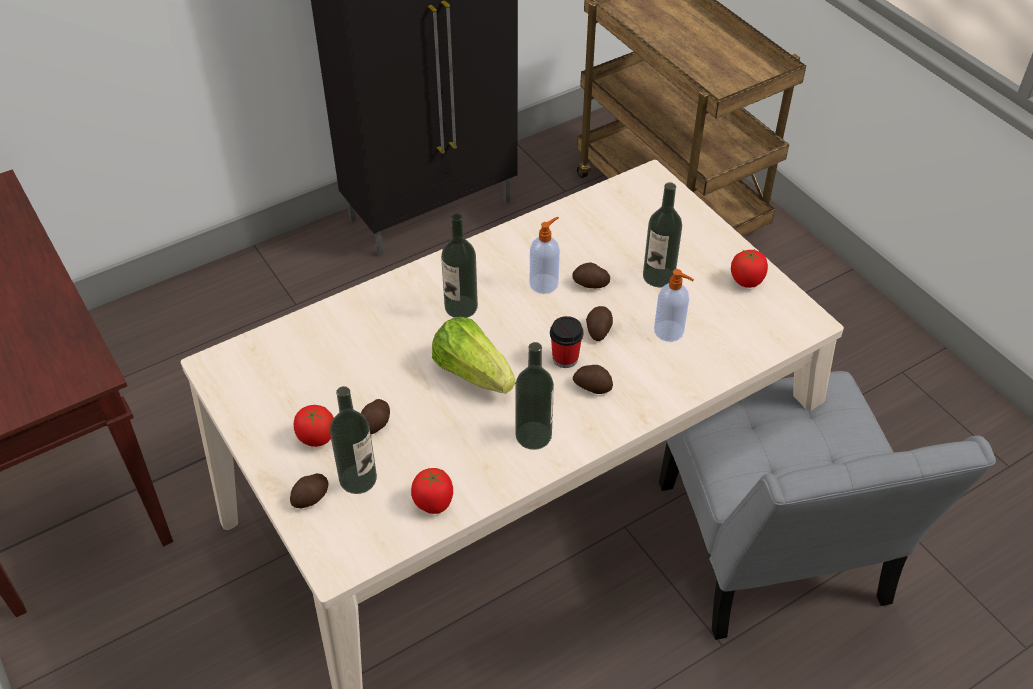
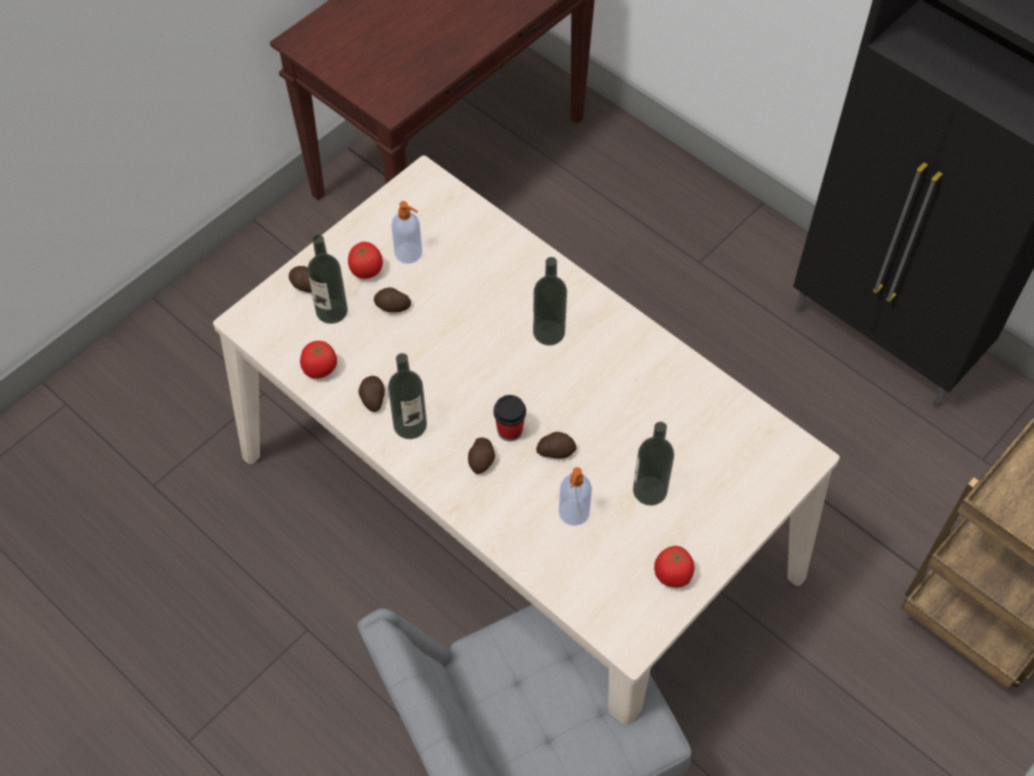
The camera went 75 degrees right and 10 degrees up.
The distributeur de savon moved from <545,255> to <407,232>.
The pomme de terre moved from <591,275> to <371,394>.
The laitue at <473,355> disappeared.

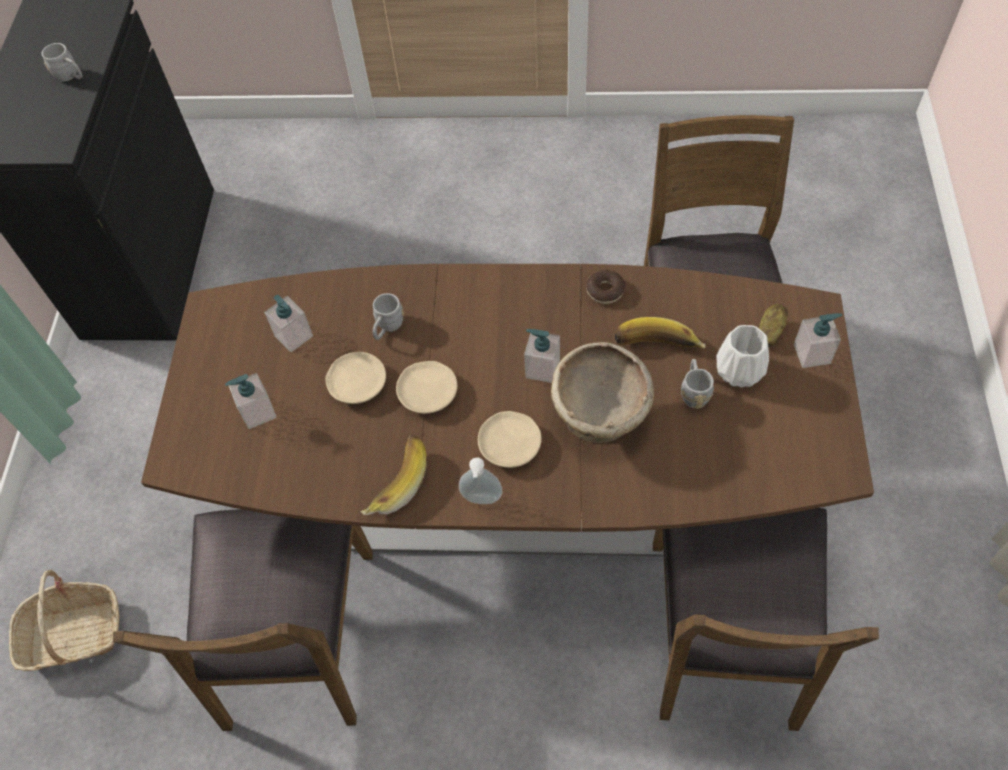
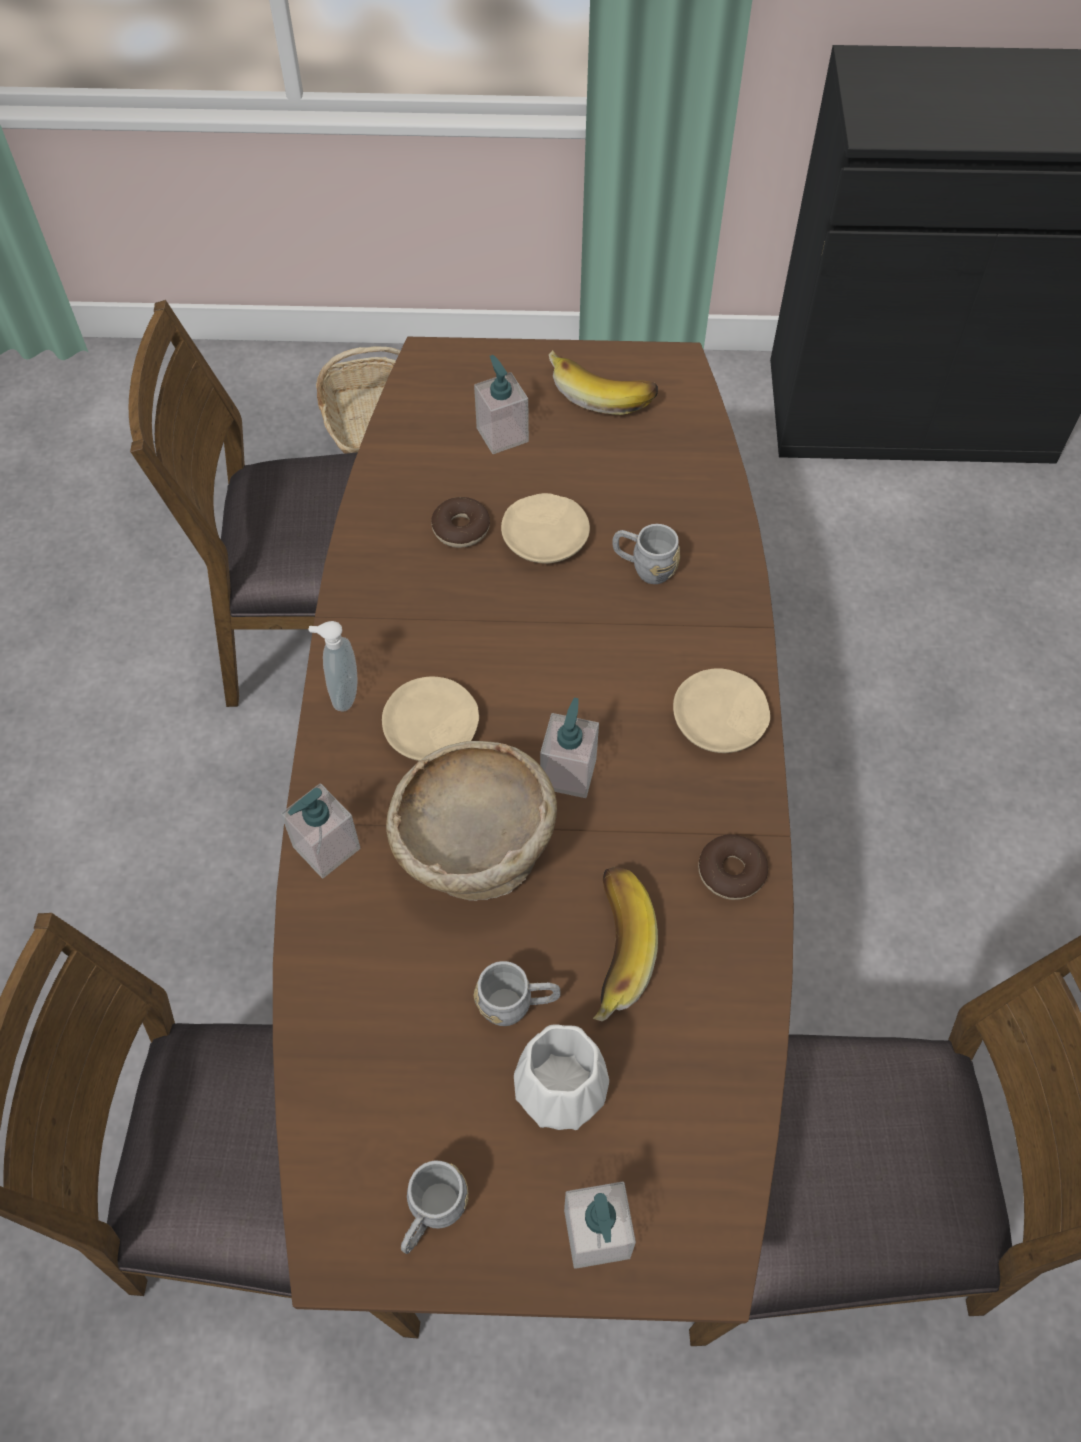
The camera went 85 degrees right and 0 degrees up.
The mug [gris] moved from <62,62> to <434,1207>.
The distributeur de savon moved from <288,323> to <320,830>.
The pomme de terre at <773,325> disappeared.
The assiette [beige] moved from <427,387> to <721,710>.
The banane moved from <393,475> to <603,382>.
The beignet at <461,522> appeared.

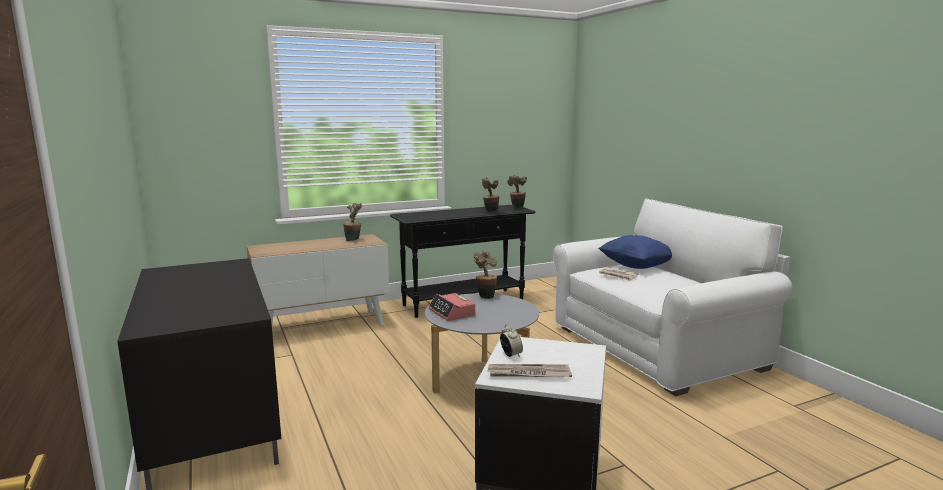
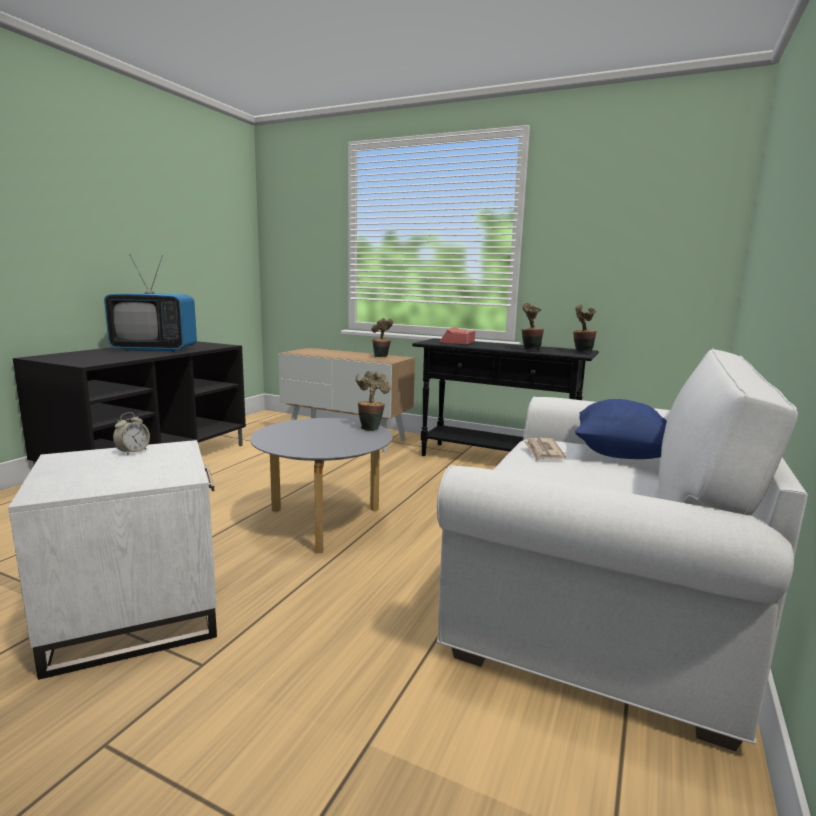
The camera went 50 degrees right and 0 degrees up.
The réveil moved from <452,307> to <457,336>.
The journal at <530,370> disappeared.
The téléviseur at <150,303> appeared.

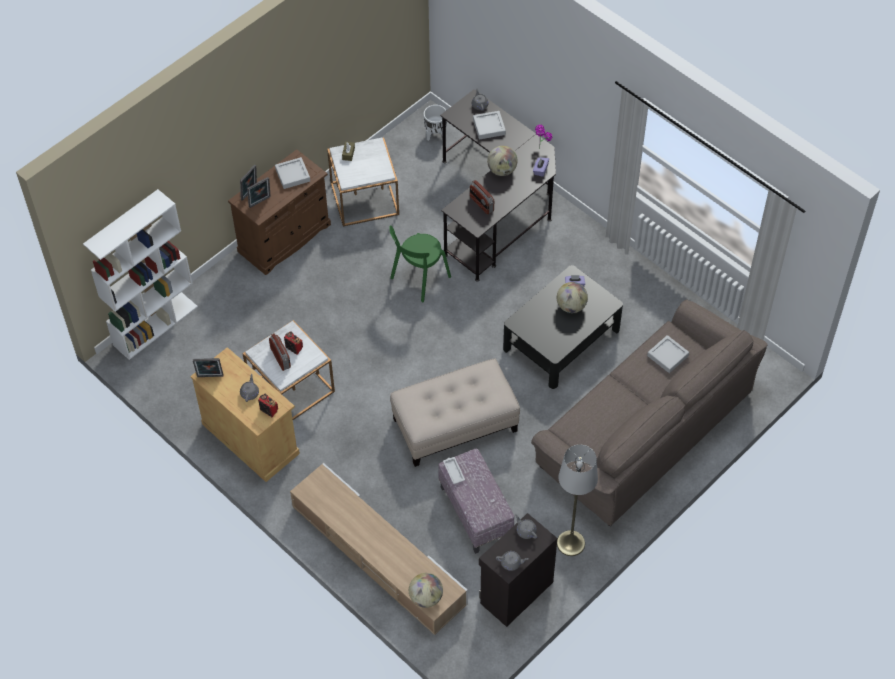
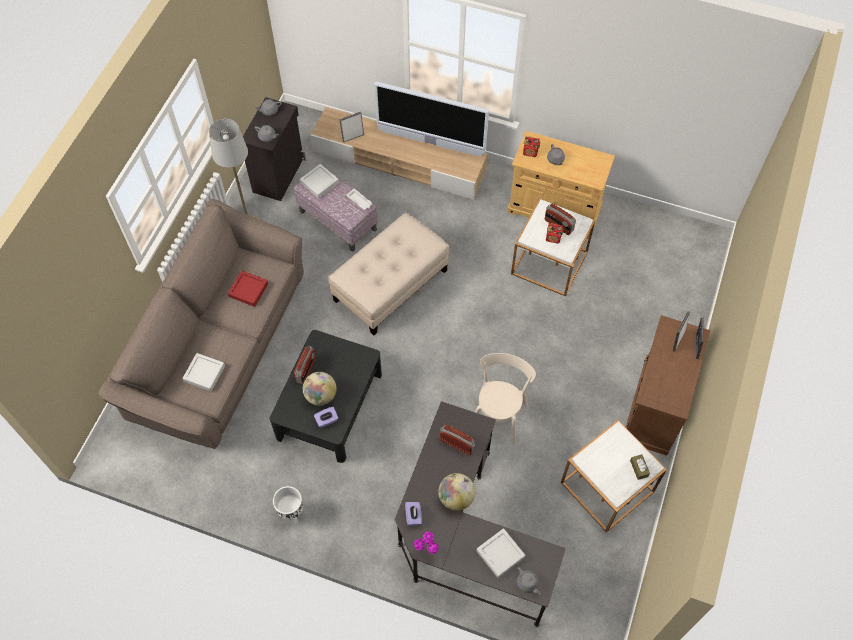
The camera went 155 degrees right and 5 degrees up.
The cache-pot [blanc] moved from <435,123> to <288,505>.
The plateau [gris] moved from <292,173> to <319,181>.
The bibliothèque [blanc] at <140,274> disappeared.
The chaise [vert] at <420,263> became the chaise [beige] at <505,399>.
The cadre photo moved from <208,367> to <351,127>.
The globe at <426,590> disappeared.
The téléviseur at <431,118> appeared.
The plateau [rouge] at <248,289> appeared.
The radio at <305,365> appeared.

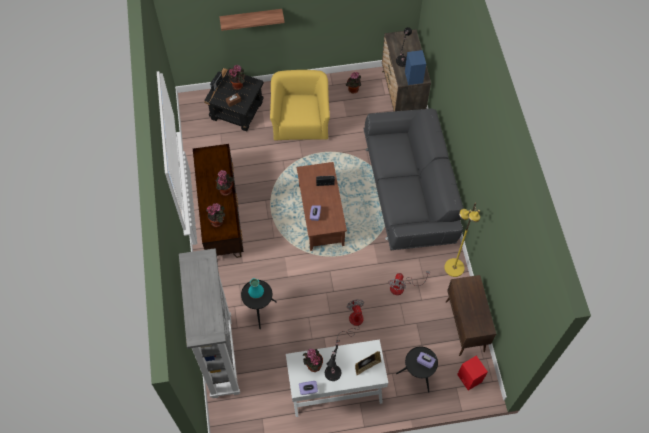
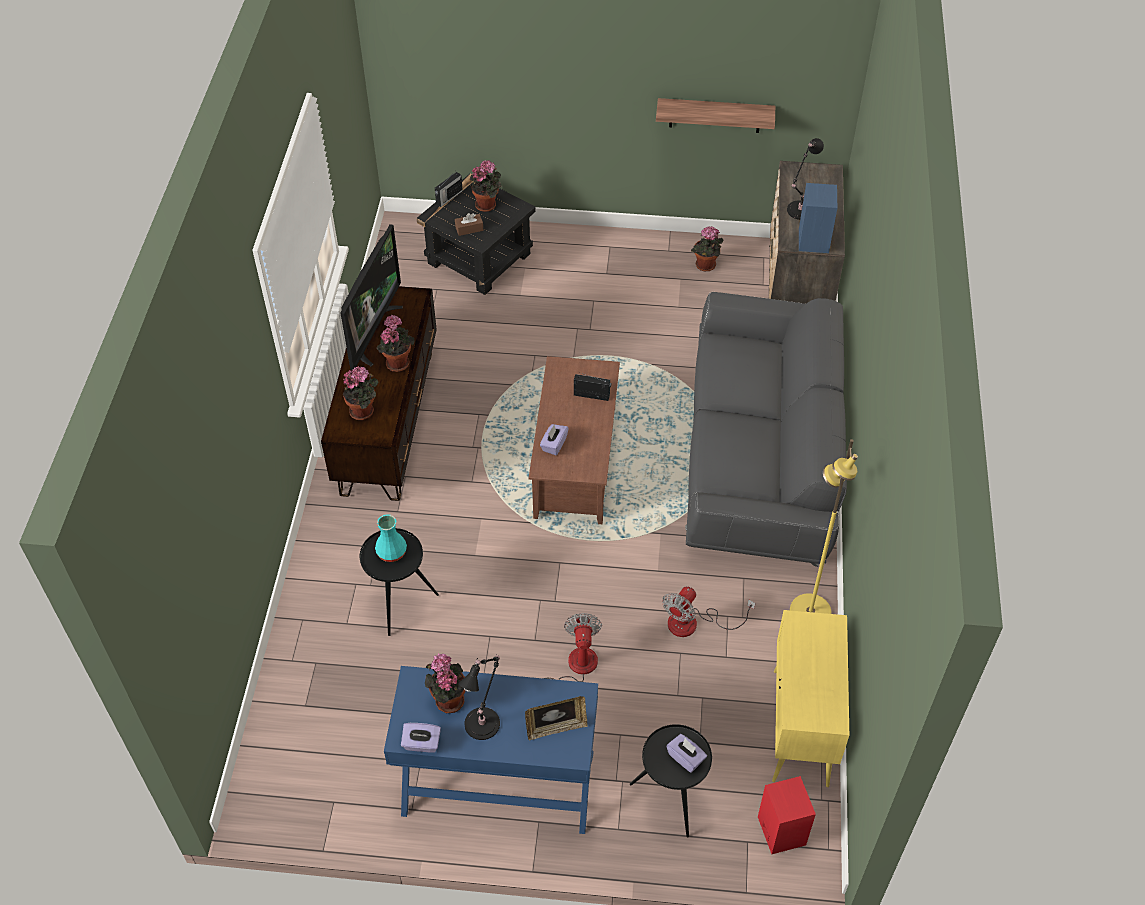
The camera went 15 degrees right and 10 degrees down.
The étagère moved from <252,20> to <715,115>.
The fauteuil [jaune] at <300,105> disappeared.
The bibliothèque [gris] at <209,323> disappeared.
The meuble de rangement [marron] at <471,315> became the meuble de rangement [jaune] at <810,698>.
The table console [blanc] at <337,378> became the table console [bleu] at <491,750>.
The téléviseur at <372,297> appeared.

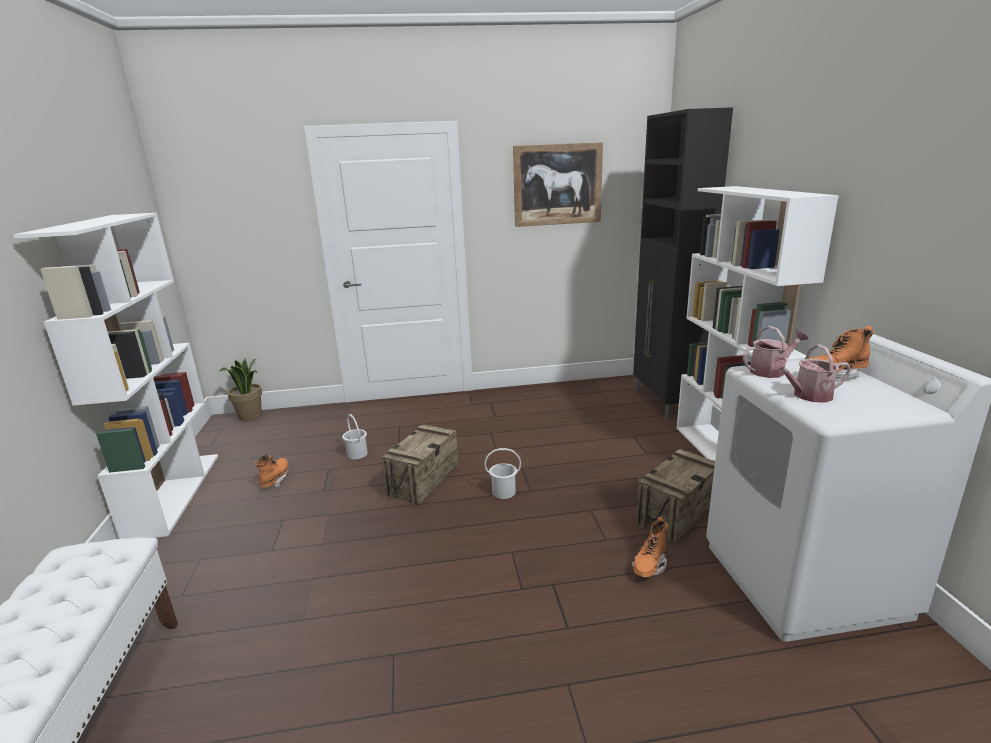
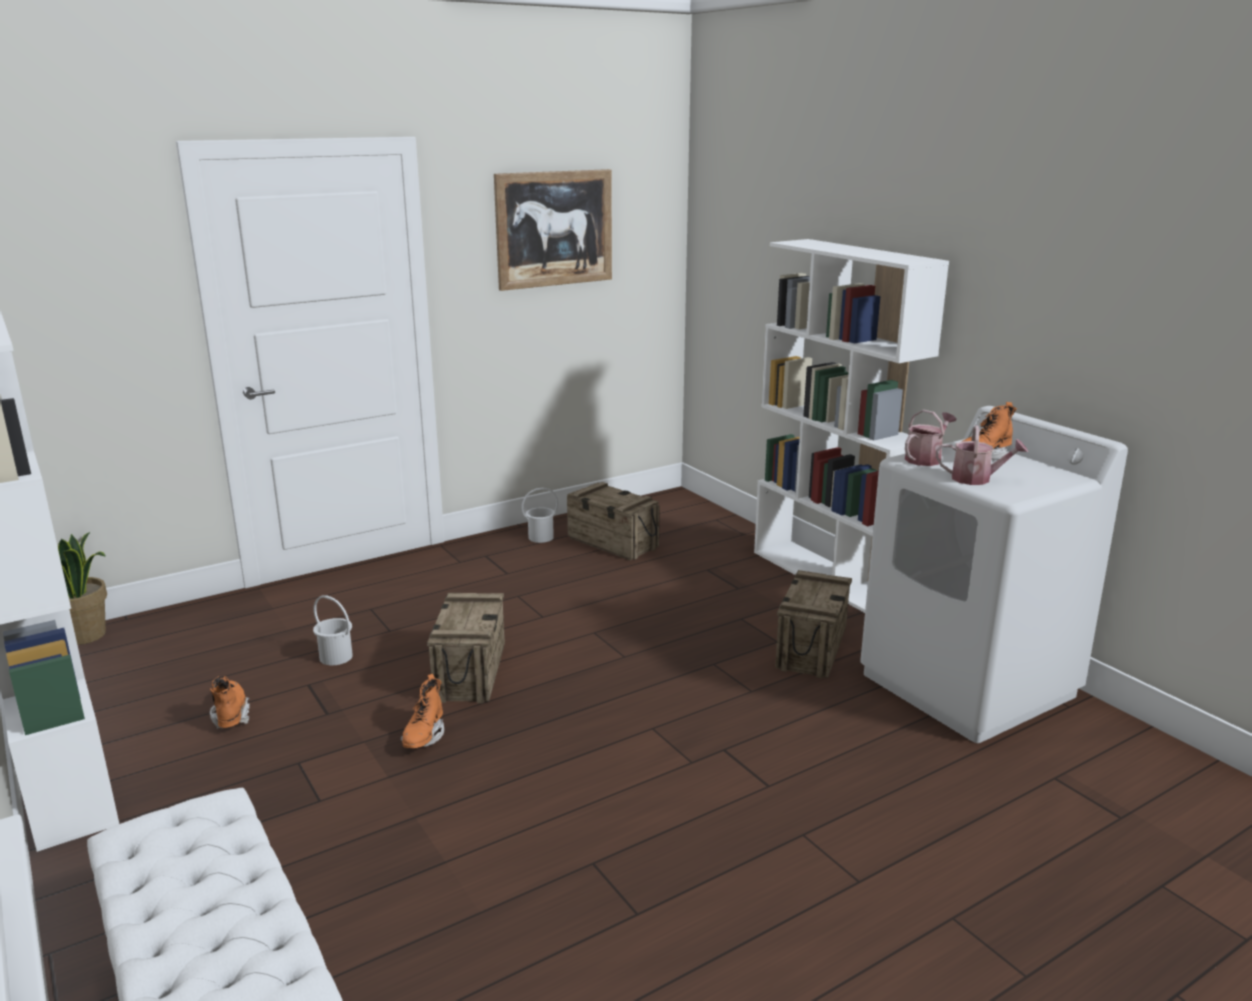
The camera went 25 degrees left and 0 degrees up.
The meuble de rangement [noir] at <683,264> disappeared.
The arrosoir at <811,373> turned 135 degrees counterclockwise.
The seau [blanc] moved from <502,473> to <539,515>.
The botte [orange] moved from <650,547> to <422,711>.
The caisse at <613,521> appeared.

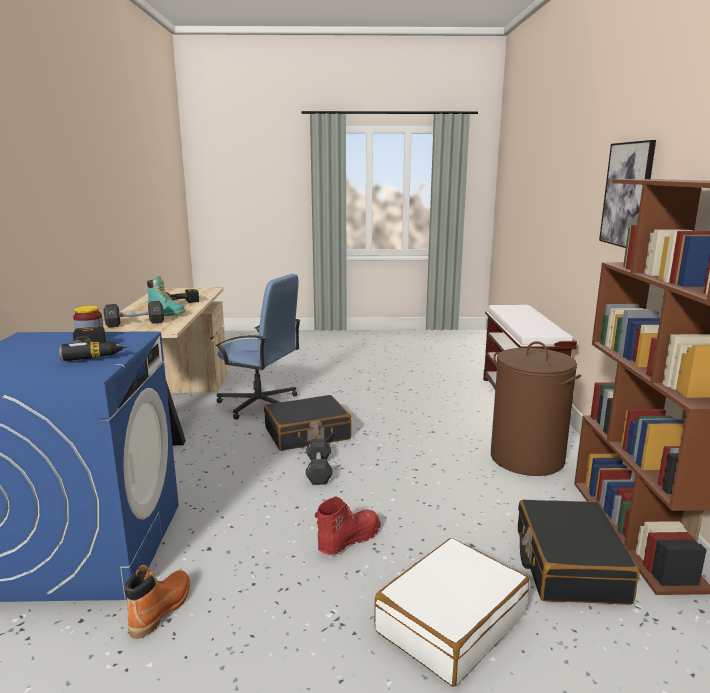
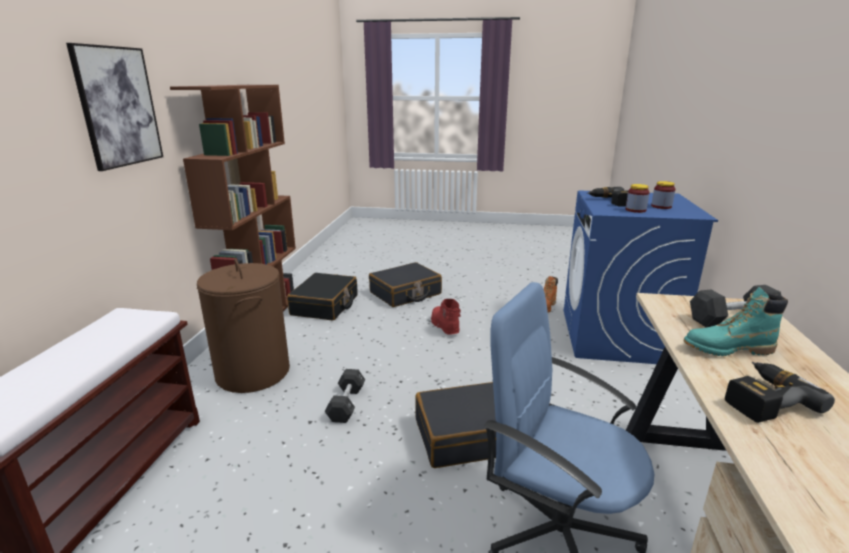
The camera went 170 degrees left and 5 degrees up.
The botte [turquoise] at <166,296> turned 45 degrees counterclockwise.
The haltère [noir] moved from <319,462> to <345,396>.
The botte [rouge] at <348,525> turned 105 degrees clockwise.
The valise [blanc] at <451,612> became the valise [noir] at <405,284>.
The bocal at <663,195> appeared.

